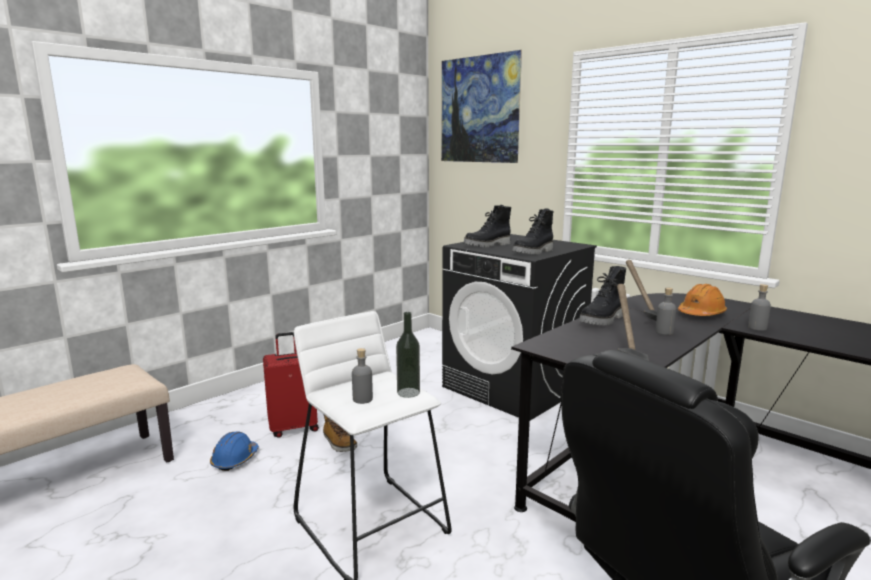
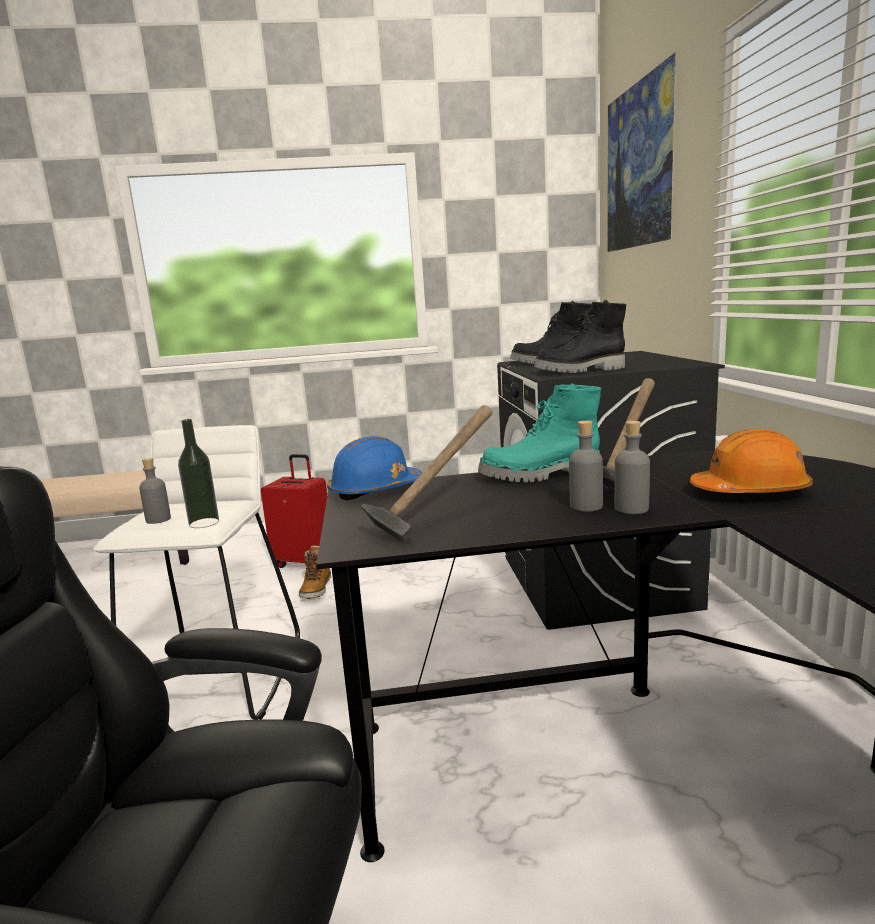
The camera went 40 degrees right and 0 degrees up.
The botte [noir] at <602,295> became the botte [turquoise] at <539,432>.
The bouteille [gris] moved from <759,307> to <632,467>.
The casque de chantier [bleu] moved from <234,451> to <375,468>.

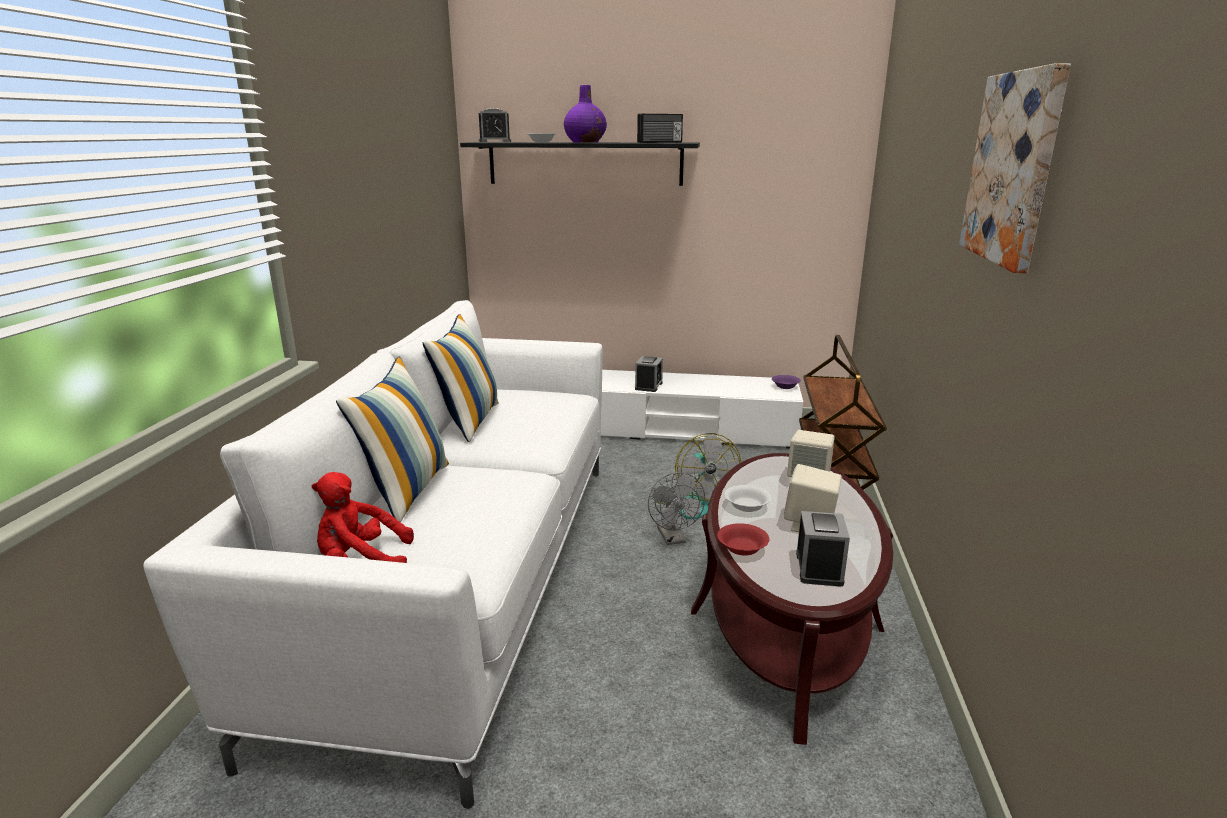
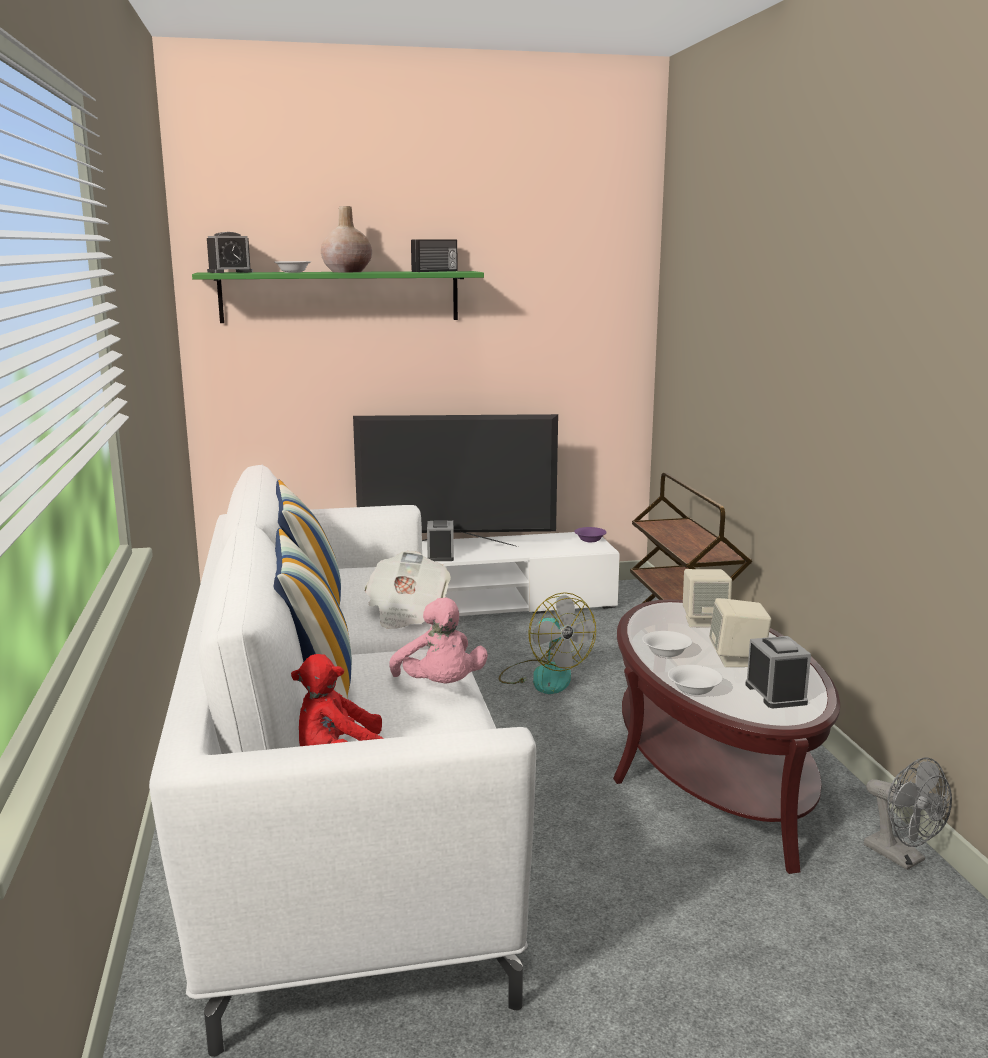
The camera went 20 degrees left and 5 degrees down.
The tableau at <1015,168> disappeared.
The vase [violet] at <585,114> became the vase [beige] at <346,239>.
The étagère [noir] at <580,164> became the étagère [vert] at <338,297>.
The ventilateur [gris] moved from <676,508> to <908,814>.
The bol [rouge] at <743,539> became the bol [blanc] at <695,680>.
The téléviseur at <455,480> appeared.
The journal at <408,590> appeared.
The peluche [rose] at <438,640> appeared.

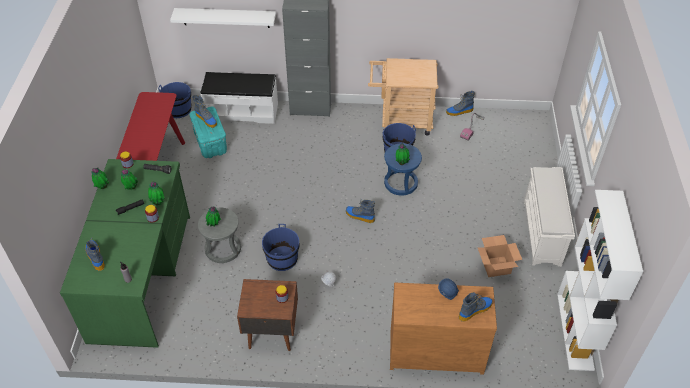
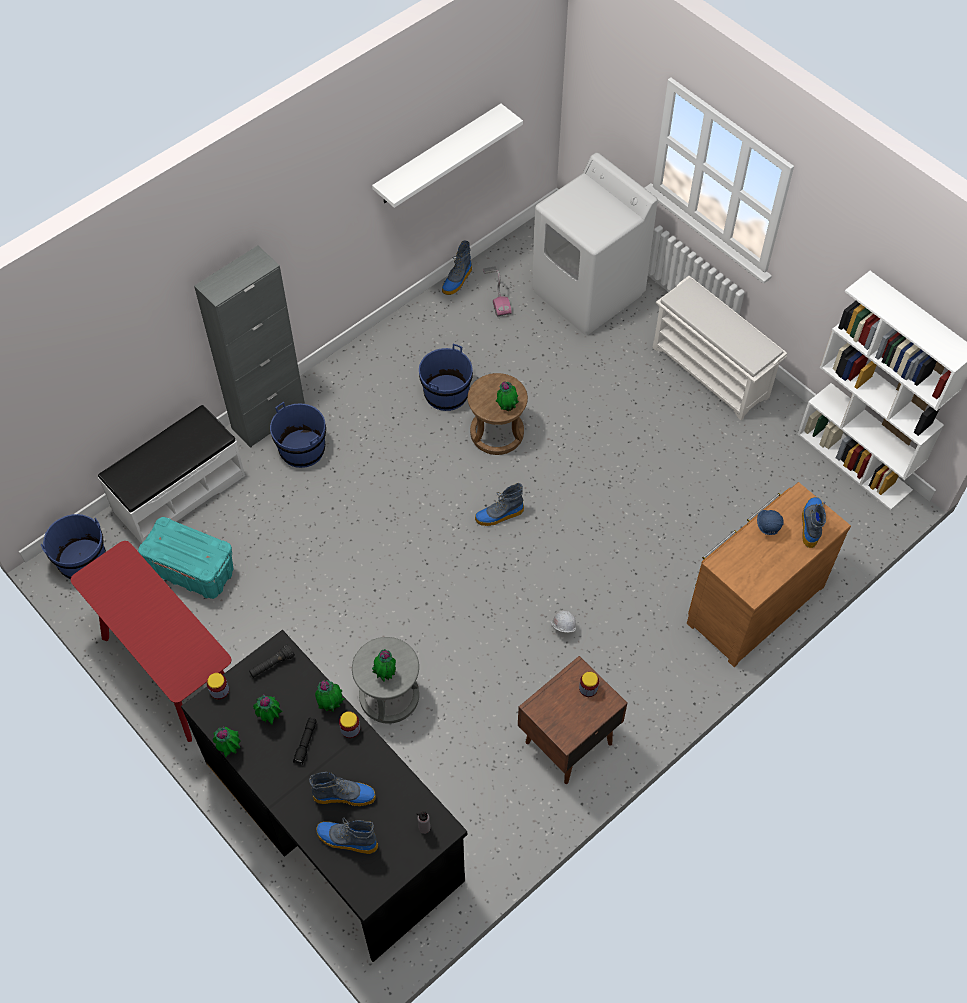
The camera went 45 degrees left and 10 degrees up.
The étagère [blanc] moved from <223,18> to <447,156>.
The chariot [beige] at <403,97> disappeared.
The botte moved from <204,111> to <342,789>.
The tabouret [bleu] at <403,169> became the tabouret [marron] at <498,414>.
The bureau [vert] at <125,253> became the bureau [noir] at <324,796>.
The seau [bleu] moved from <281,247> to <298,435>.
The carton at <499,256> disappeared.
The lave-linge [blanc] at <595,244> appeared.

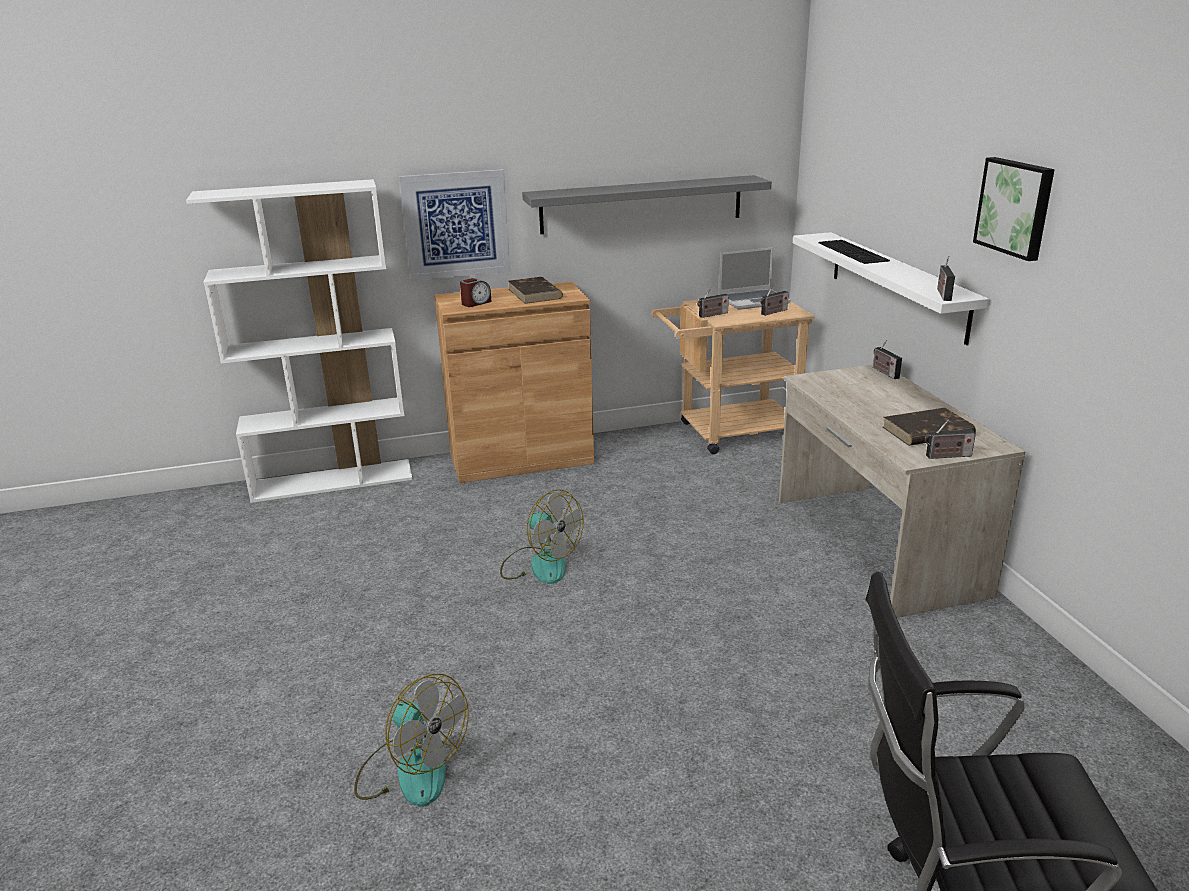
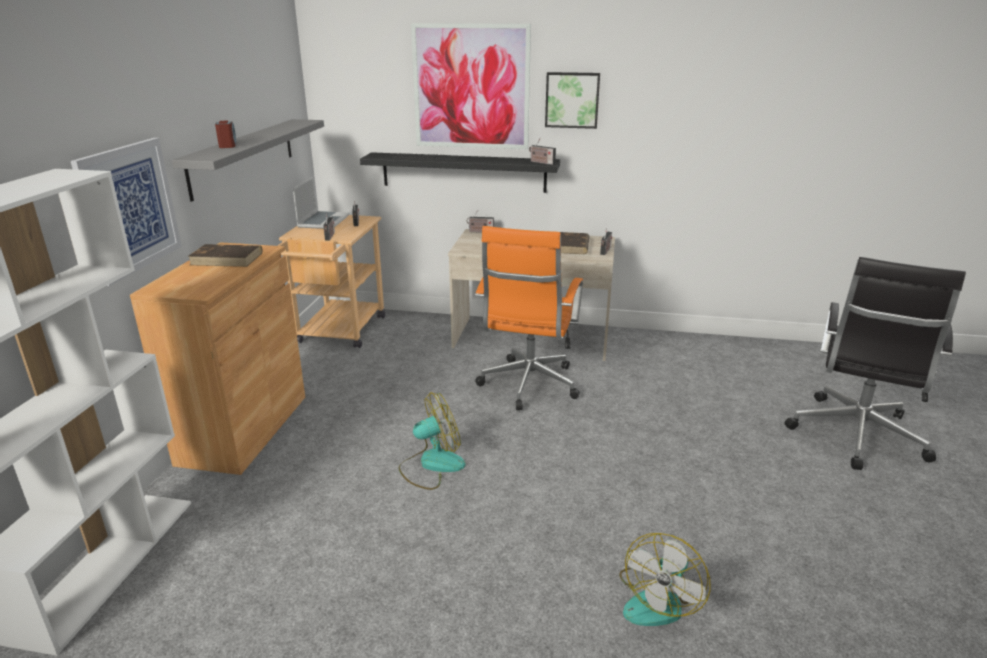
The camera went 65 degrees left and 0 degrees up.
The étagère [blanc] at <891,288> became the étagère [noir] at <460,172>.
The réveil moved from <476,292> to <225,134>.
The ventilateur at <411,740> turned 150 degrees clockwise.
The tableau at <471,86> appeared.
The chaise de bureau [orange] at <529,318> appeared.

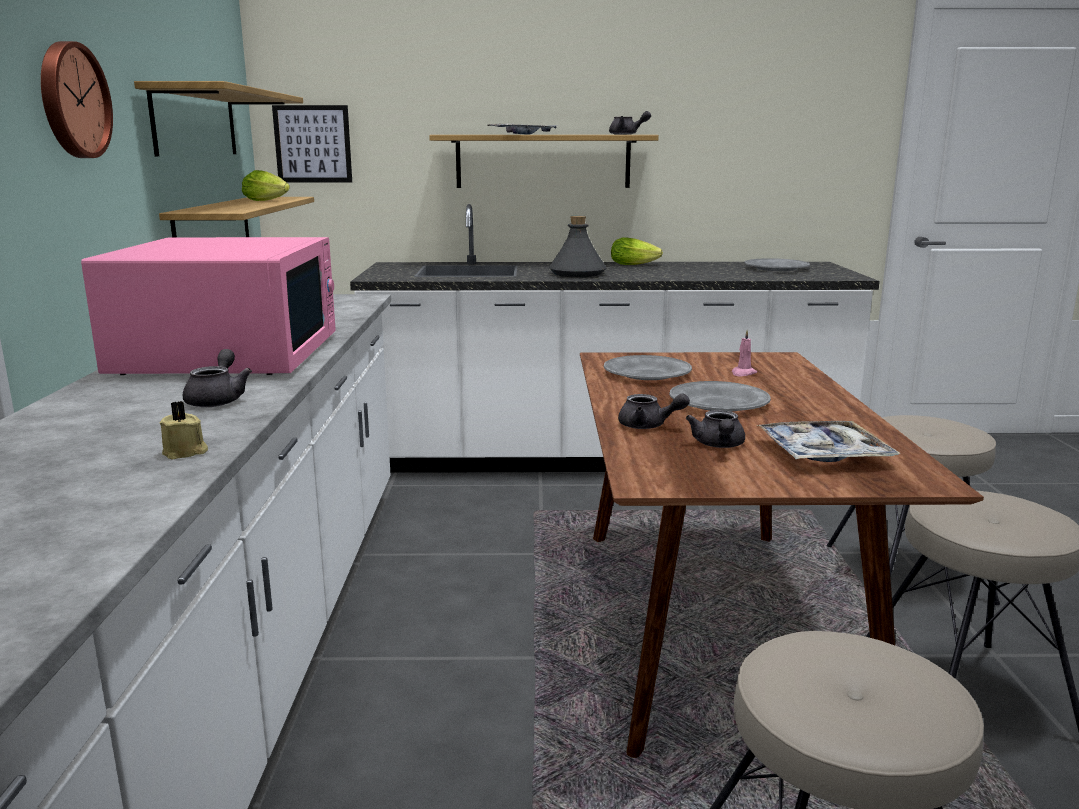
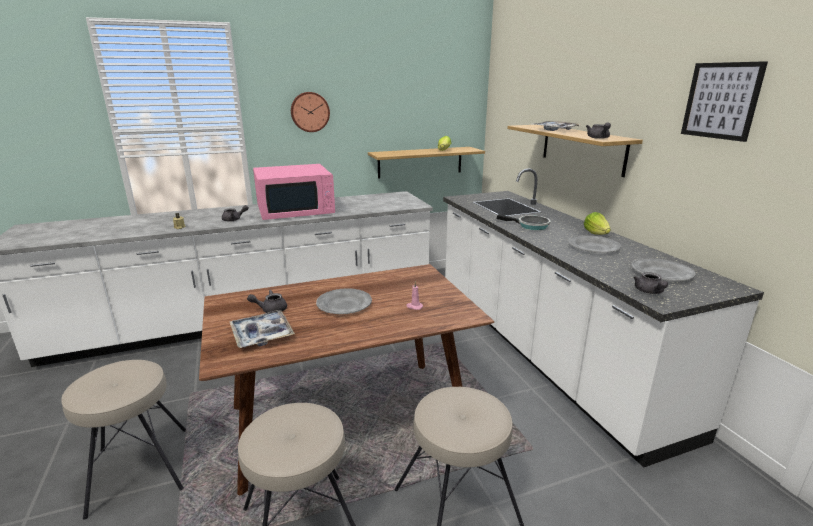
The camera went 70 degrees right and 5 degrees up.
The étagère at <218,118> disappeared.
The tableau moved from <312,143> to <724,101>.
The bouteille [gris] at <577,246> was replaced by the poêle at <524,222>.
The assiette [gris] moved from <648,367> to <594,244>.
The théière [gris] moved from <654,411> to <650,283>.

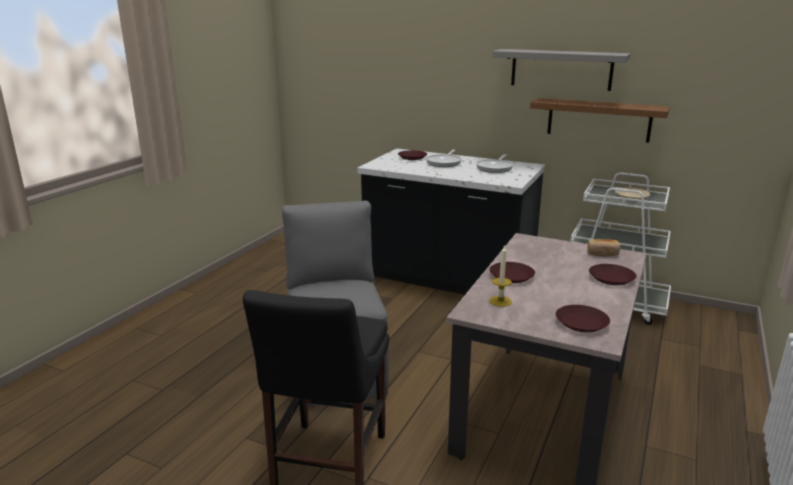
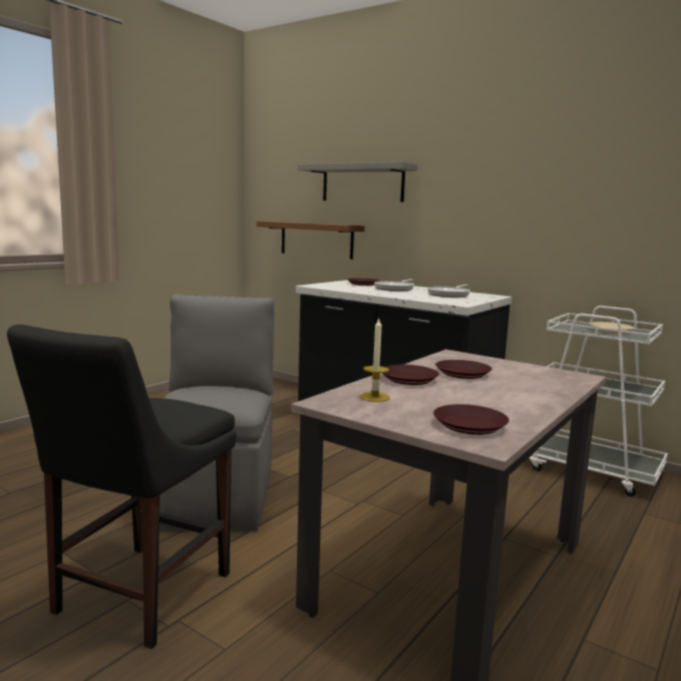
The camera went 10 degrees right and 10 degrees down.
The étagère [gris] moved from <561,70> to <357,182>.
The étagère [marron] moved from <600,120> to <310,240>.
The pain at <604,248> disappeared.
The assiette [marron] moved from <613,274> to <463,369>.

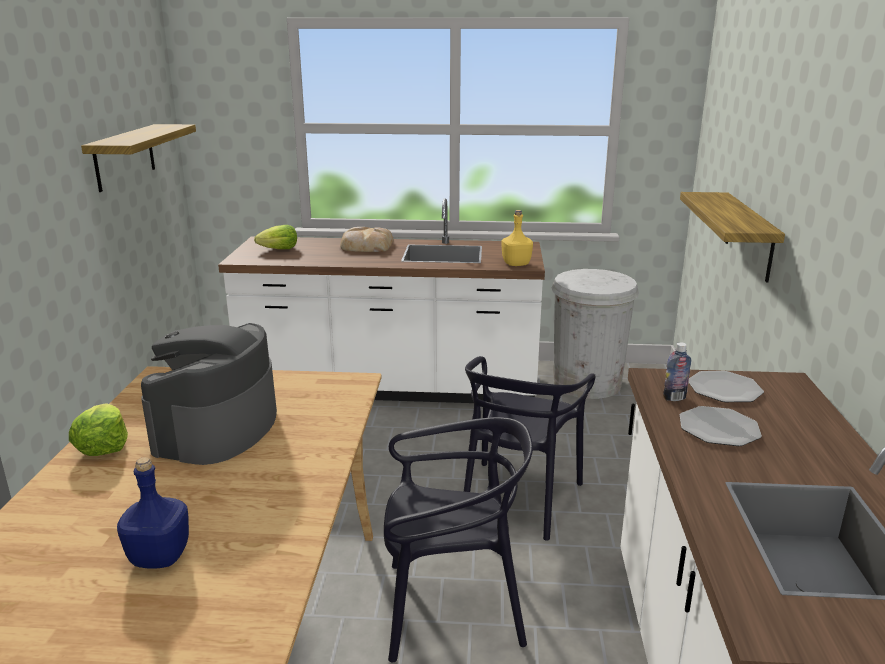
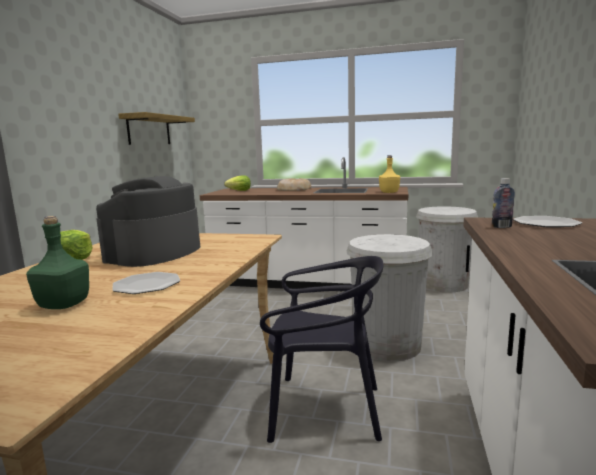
The camera went 10 degrees right and 10 degrees down.
The étagère at <732,237> disappeared.
The chaise [noir] at <529,448> was replaced by the poubelle [blanc] at <389,297>.
The assiette moved from <721,426> to <146,283>.
The bouteille [bleu] at <153,513> became the bouteille [vert] at <57,262>.

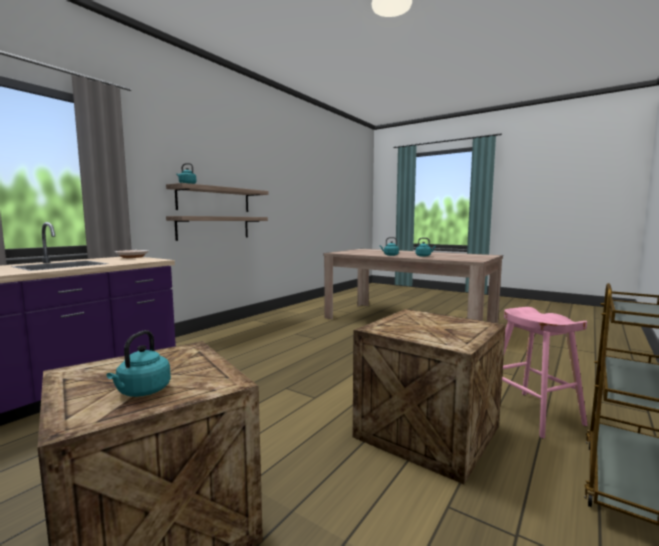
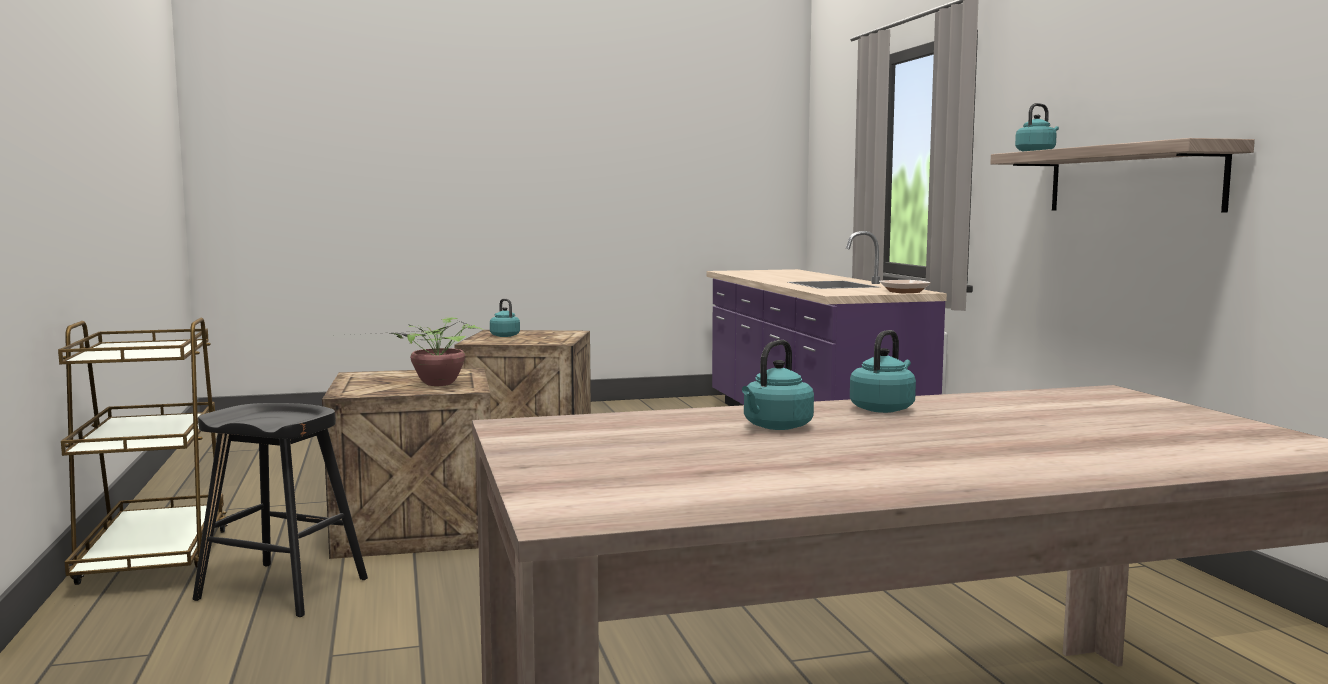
The camera went 130 degrees right and 0 degrees up.
The étagère at <217,228> disappeared.
The tabouret [rose] at <545,372> became the tabouret [noir] at <280,510>.
The plante en pot at <418,351> appeared.

